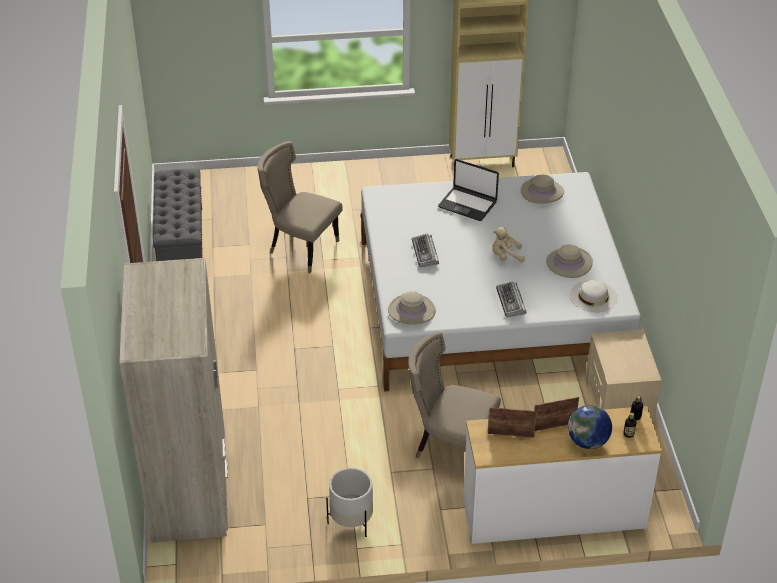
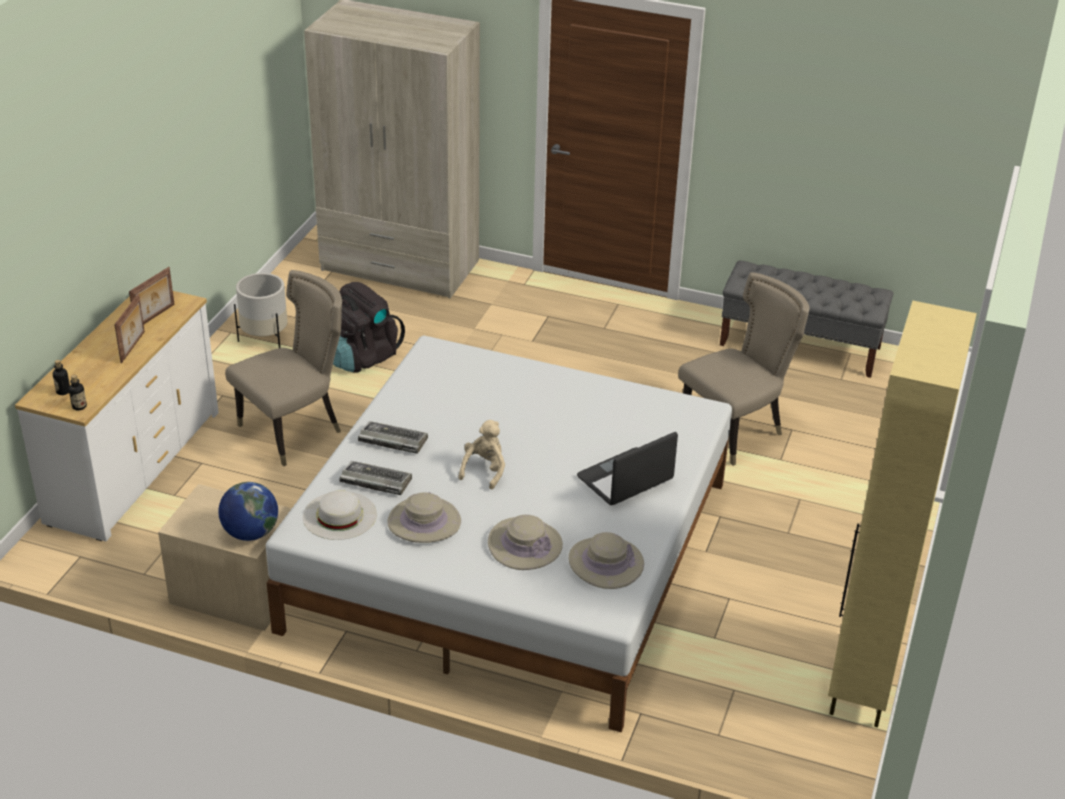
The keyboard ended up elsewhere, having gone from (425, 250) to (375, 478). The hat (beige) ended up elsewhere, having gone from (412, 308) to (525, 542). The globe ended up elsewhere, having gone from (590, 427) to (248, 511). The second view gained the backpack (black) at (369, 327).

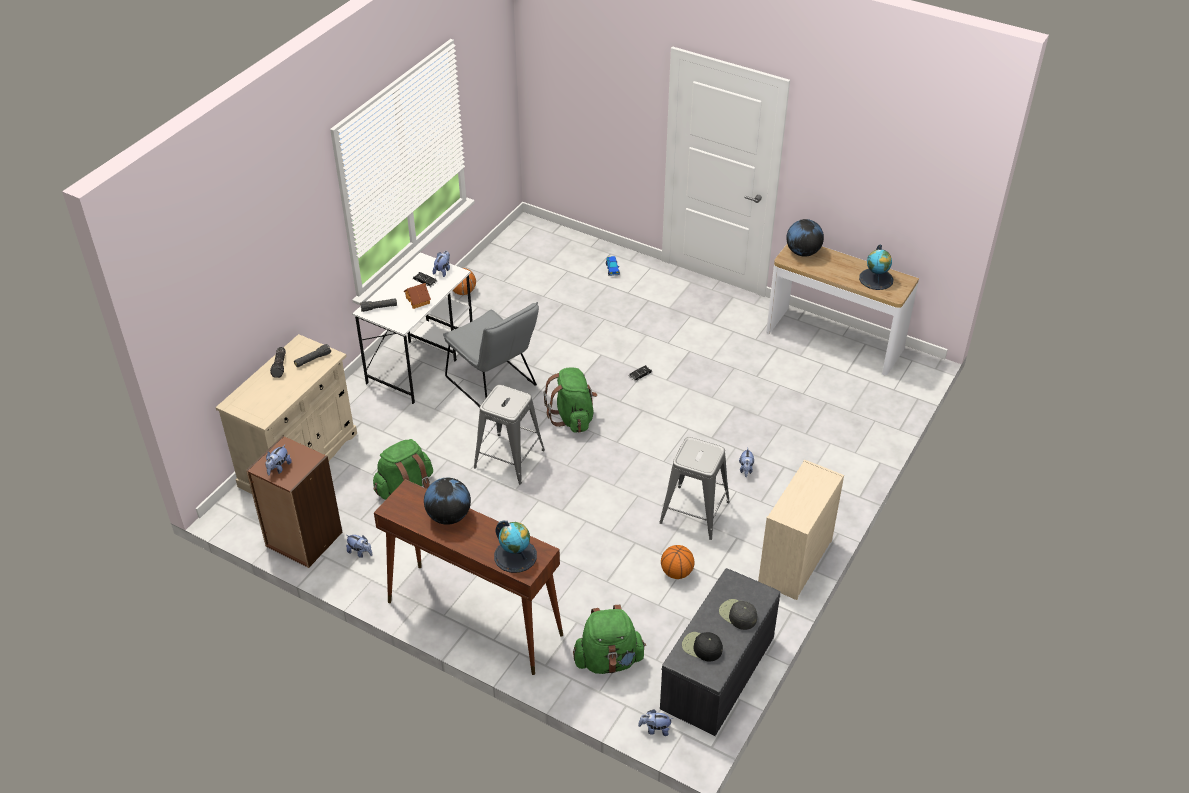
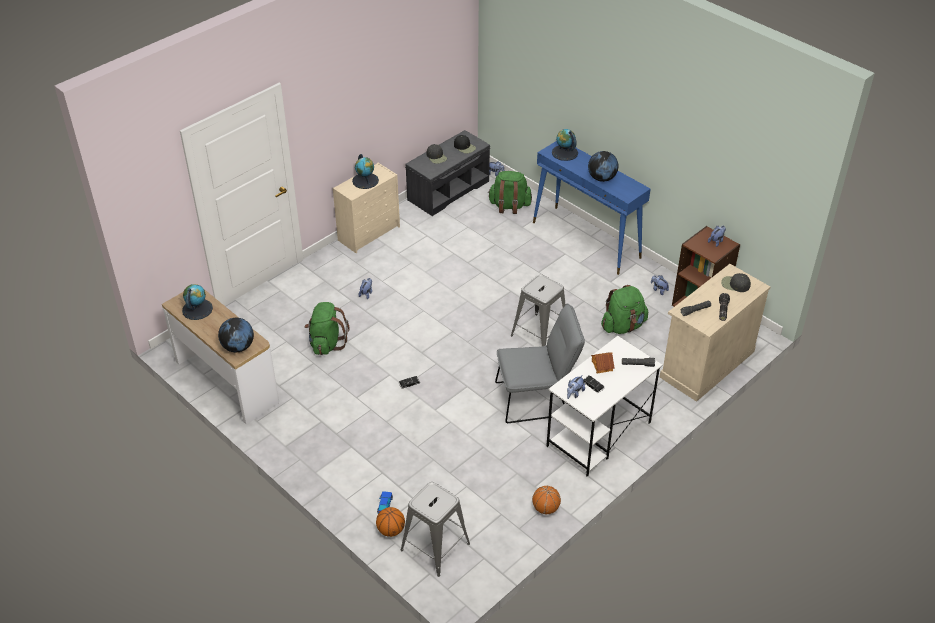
The chair (grey) at (491, 355) ended up facing another way, 105 degrees clockwise from before. The backpack (green) ended up elsewhere, having gone from (570, 400) to (327, 328). The stool (grey) ended up elsewhere, having gone from (694, 488) to (435, 529). What was the console table (brown) at (468, 577) turned into the console table (blue) at (592, 208). The basketball ended up elsewhere, having gone from (677, 562) to (390, 522). The second view gained the globe at (365, 171). The second view gained the cap (black) at (736, 282).

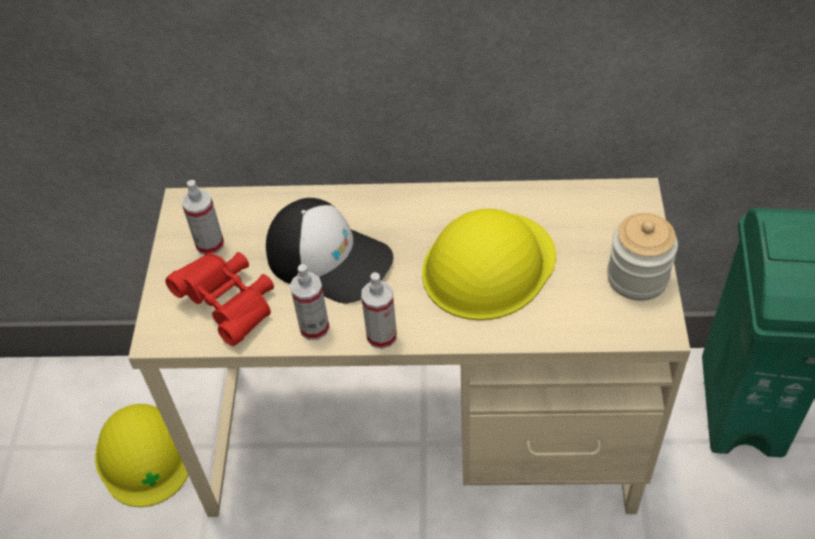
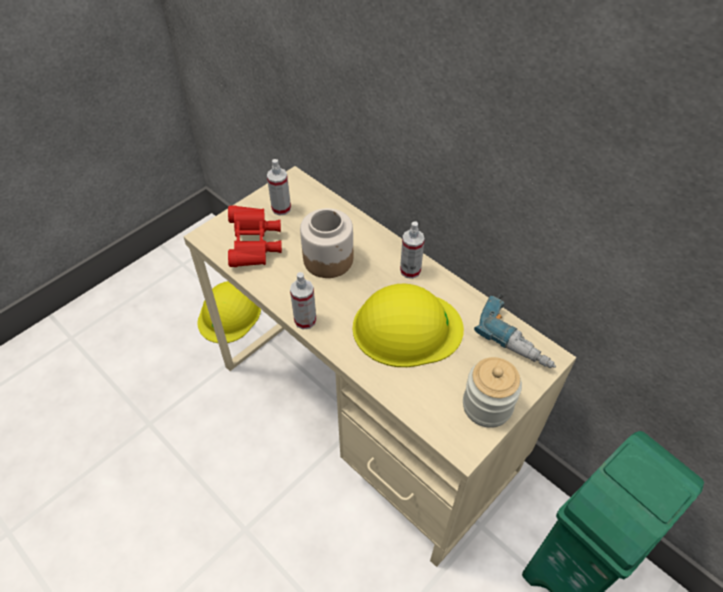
Where the cap stood at (329, 251), the jar came to stand at (326, 243). The spray bottle ended up elsewhere, having gone from (310, 302) to (412, 250). The second view gained the power drill at (515, 331).

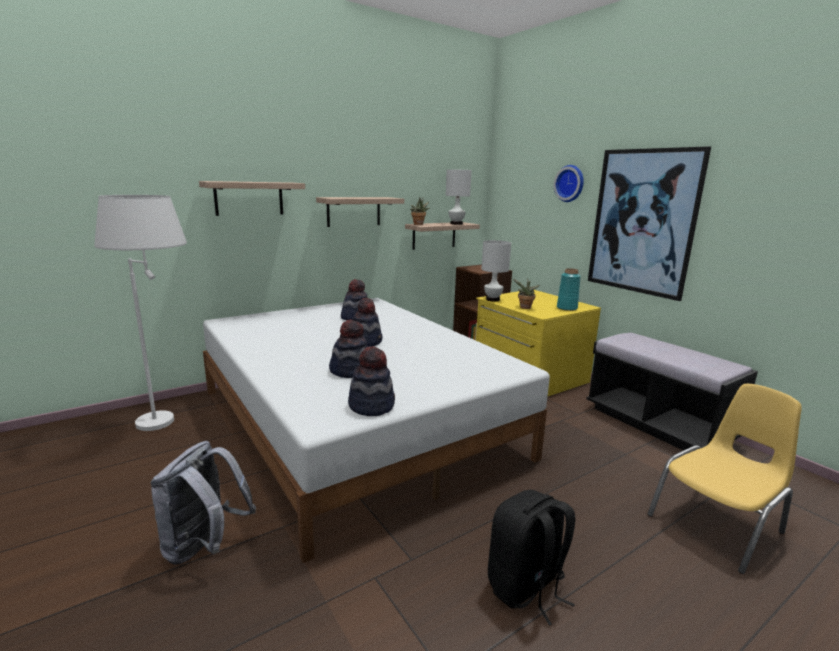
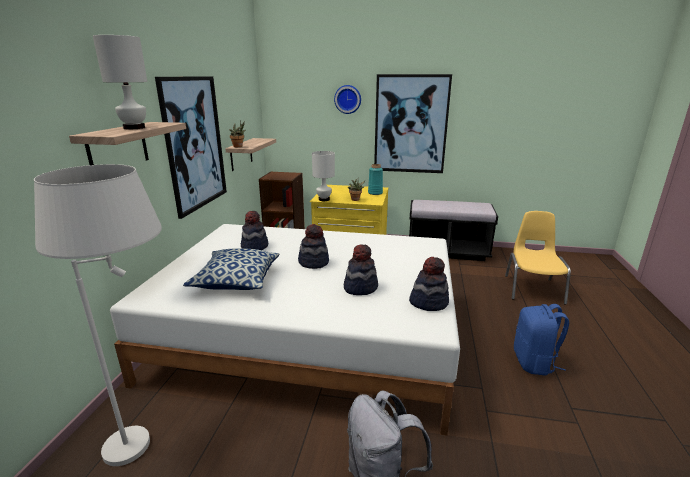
The table lamp (white) ended up elsewhere, having gone from (459, 197) to (120, 82). Where the shelf hung at (360, 212), the picture came to hang at (191, 147). What was the backpack (black) at (531, 558) turned into the backpack (blue) at (541, 340). The second view gained the pillow at (231, 269).

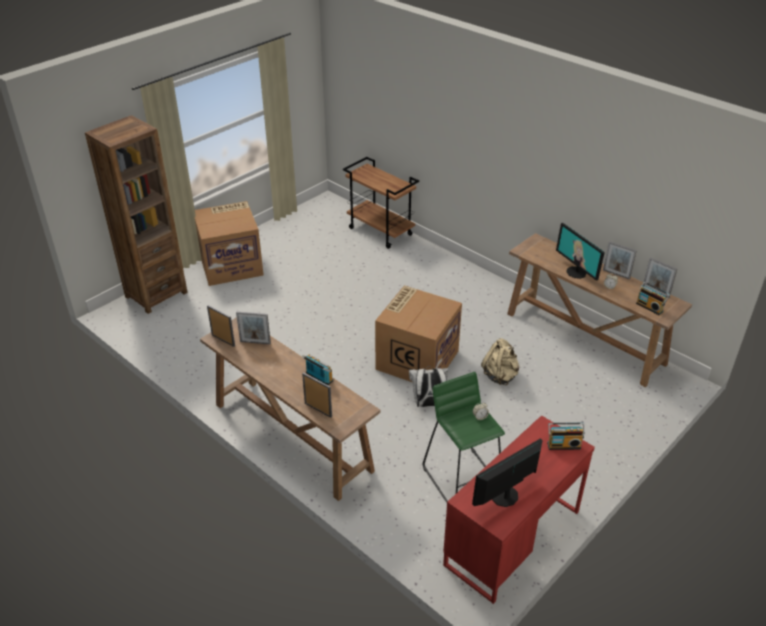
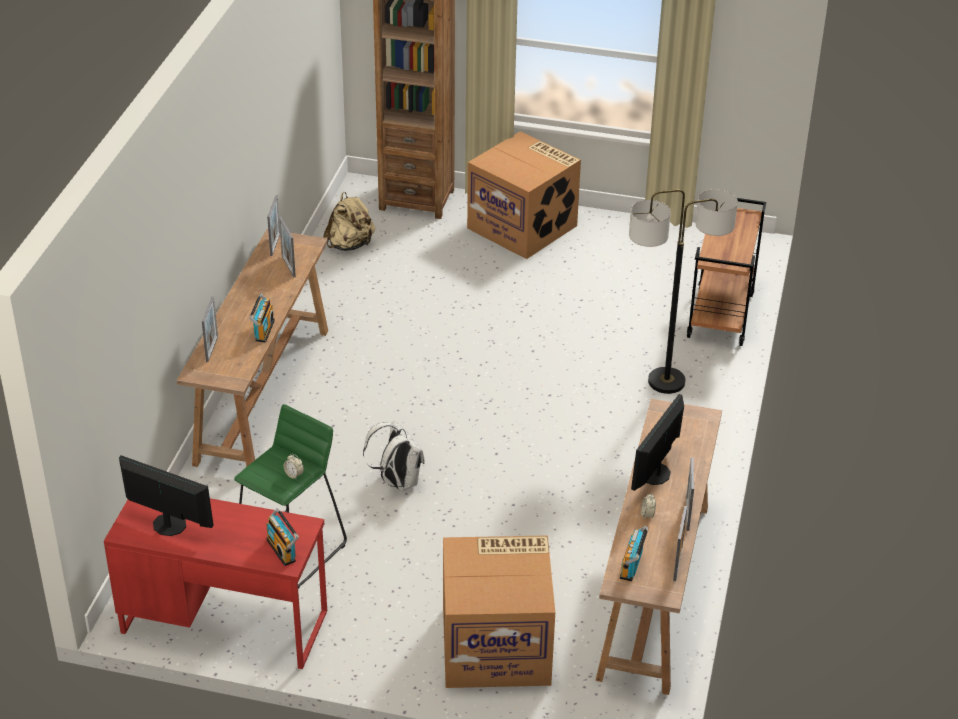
The cardboard box ended up elsewhere, having gone from (418, 334) to (499, 611). The backpack (beige) ended up elsewhere, having gone from (500, 361) to (349, 221). The second view gained the floor lamp at (683, 291).

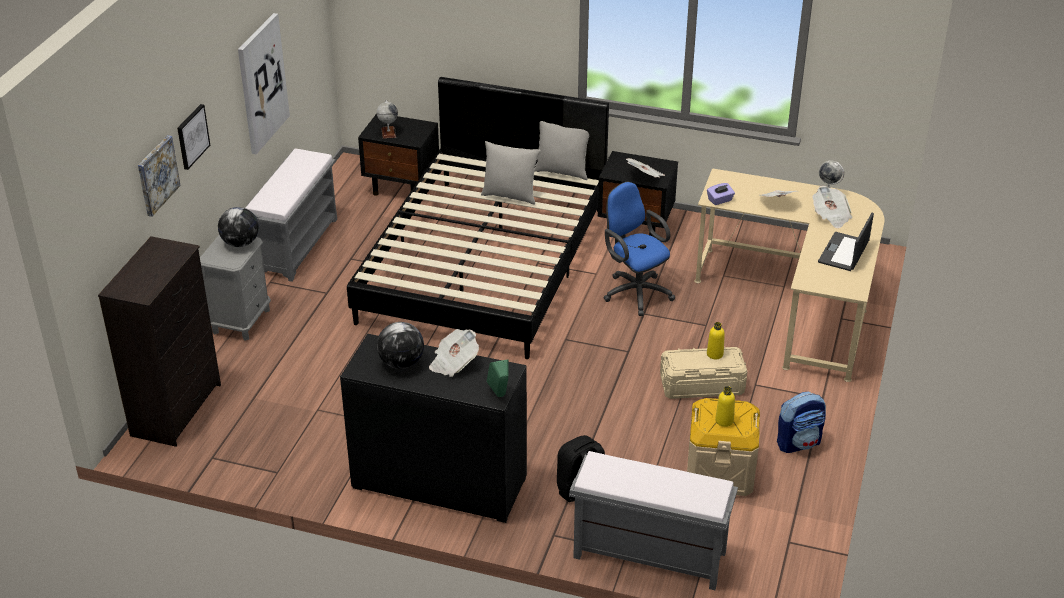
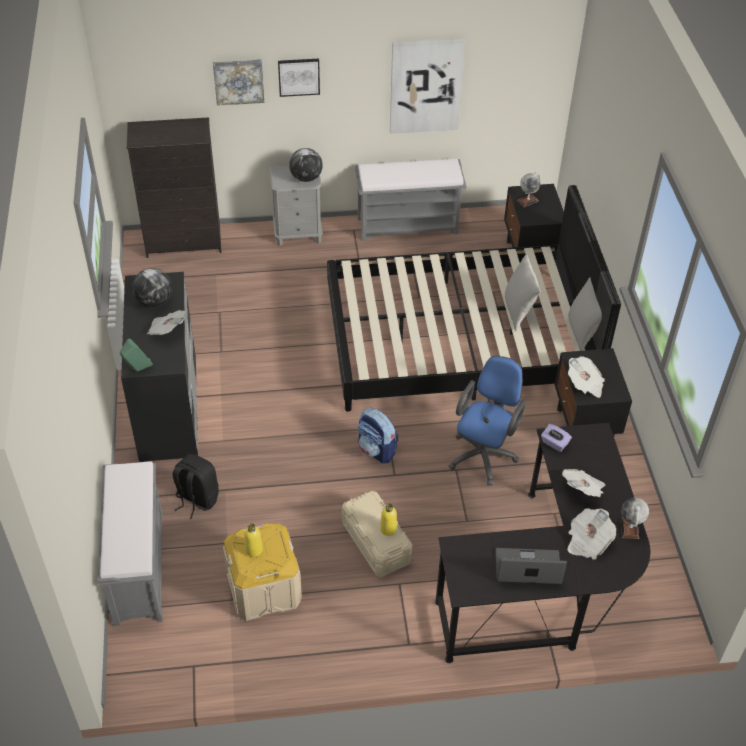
What was the desk (beige) at (789, 275) turned into the desk (black) at (542, 543). The backpack ended up elsewhere, having gone from (801, 422) to (378, 436).

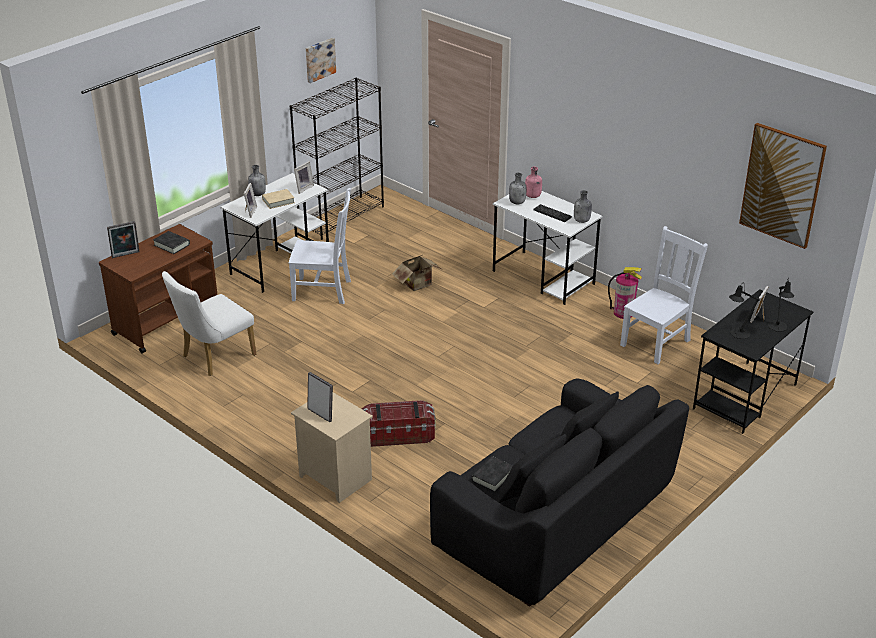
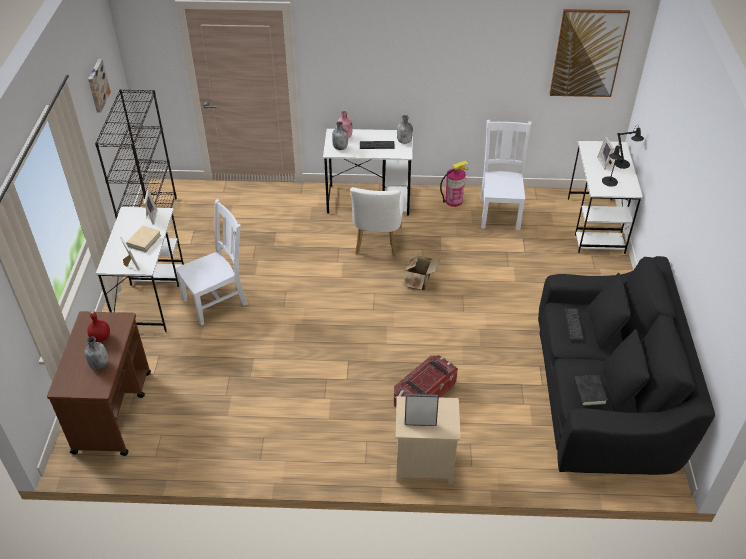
The bottle (grey) ended up elsewhere, having gone from (257, 180) to (96, 353). The second view lost the picture frame at (123, 239). Where the book (black) stood at (171, 242), the bottle (red) came to stand at (98, 326). The cardboard box ended up elsewhere, having gone from (416, 273) to (421, 272). The chair (white) ended up elsewhere, having gone from (209, 323) to (377, 222). What was the desk (black) at (753, 361) turned into the desk (white) at (605, 197). The second view gained the keyboard at (574, 325).

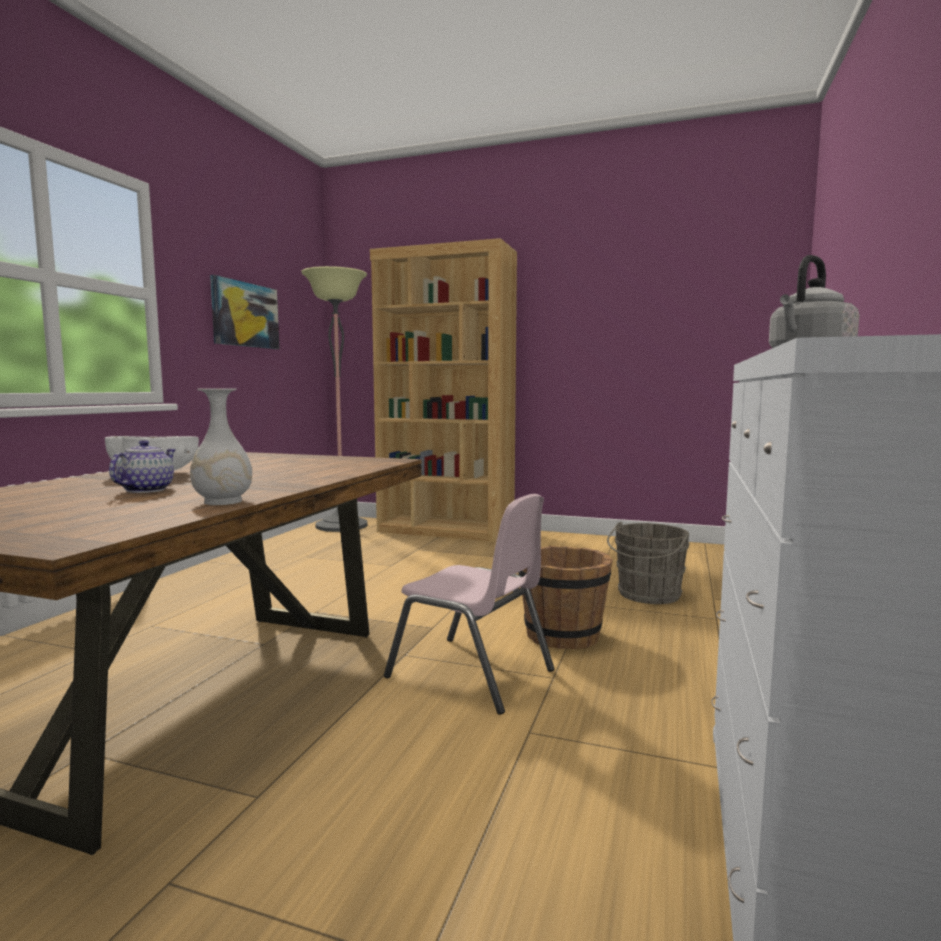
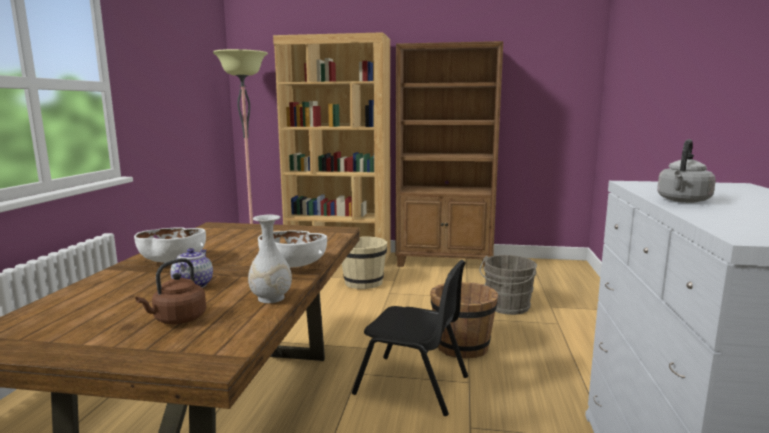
The second view lost the picture at (245, 312). What was the chair (pink) at (469, 604) turned into the chair (black) at (410, 338). The second view gained the bookcase (brown) at (449, 154). The second view gained the bowl (white) at (292, 249). The second view gained the bucket (beige) at (364, 263). The second view gained the kettle (brown) at (170, 291).

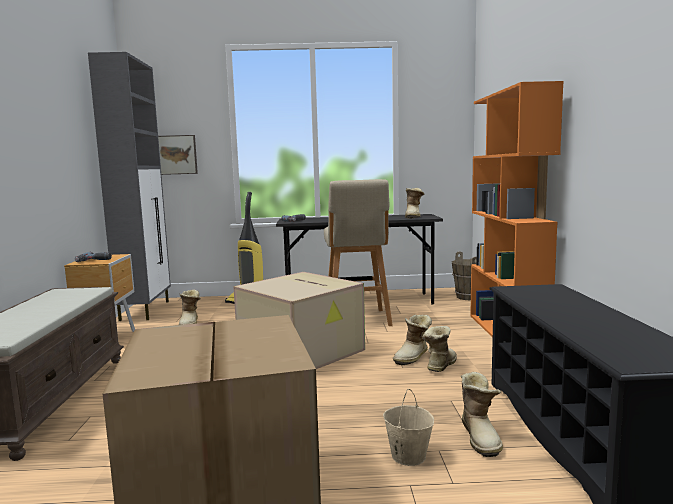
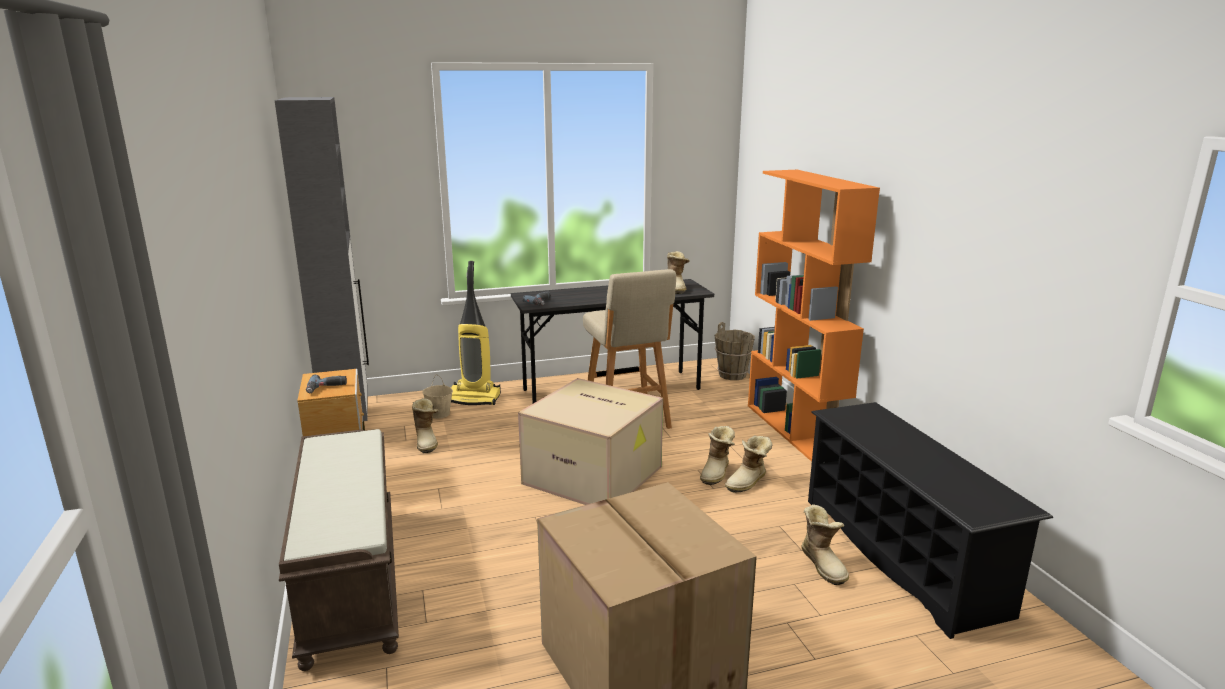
The second view lost the picture at (178, 155). The boot at (439, 349) ended up facing another way, 150 degrees counterclockwise from before. The bucket (beige) ended up elsewhere, having gone from (408, 427) to (437, 396).

